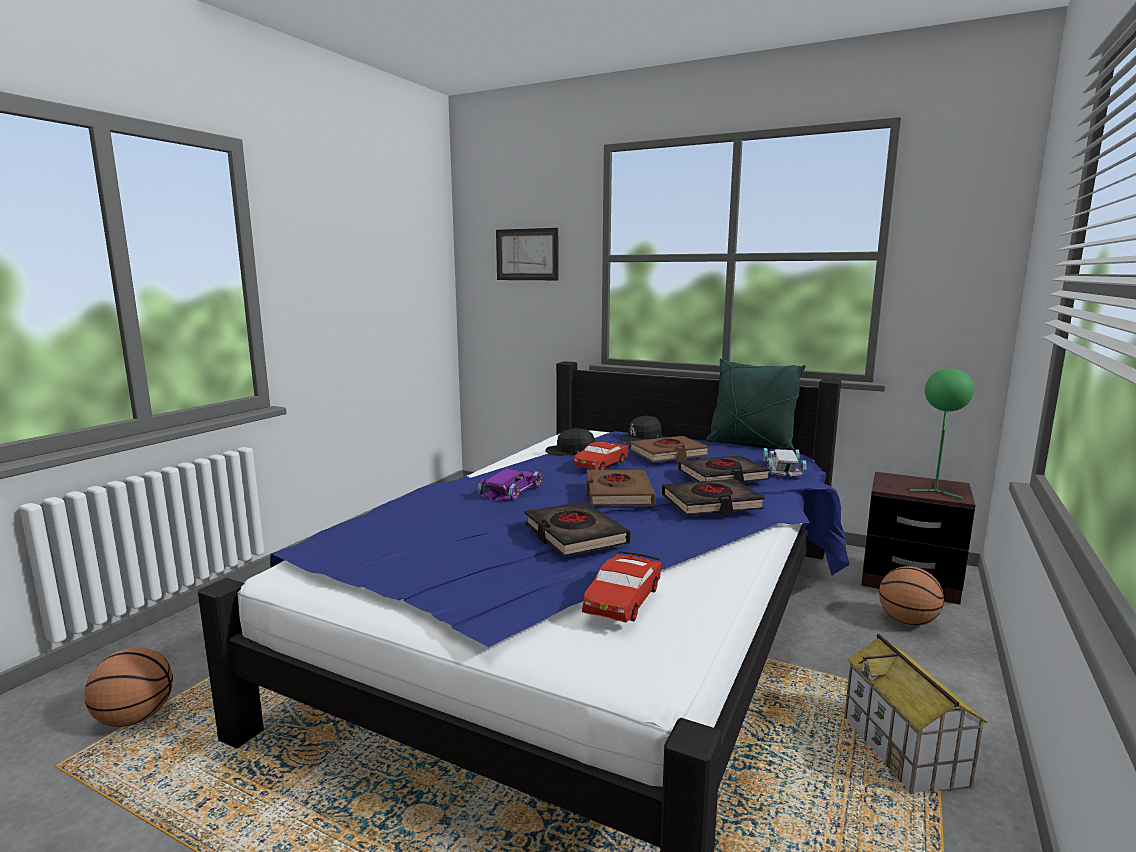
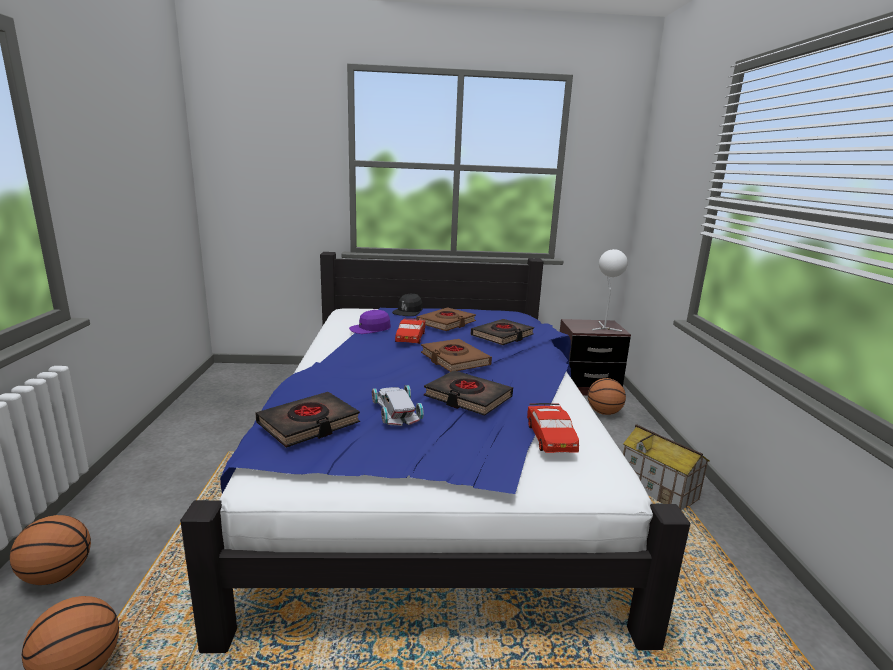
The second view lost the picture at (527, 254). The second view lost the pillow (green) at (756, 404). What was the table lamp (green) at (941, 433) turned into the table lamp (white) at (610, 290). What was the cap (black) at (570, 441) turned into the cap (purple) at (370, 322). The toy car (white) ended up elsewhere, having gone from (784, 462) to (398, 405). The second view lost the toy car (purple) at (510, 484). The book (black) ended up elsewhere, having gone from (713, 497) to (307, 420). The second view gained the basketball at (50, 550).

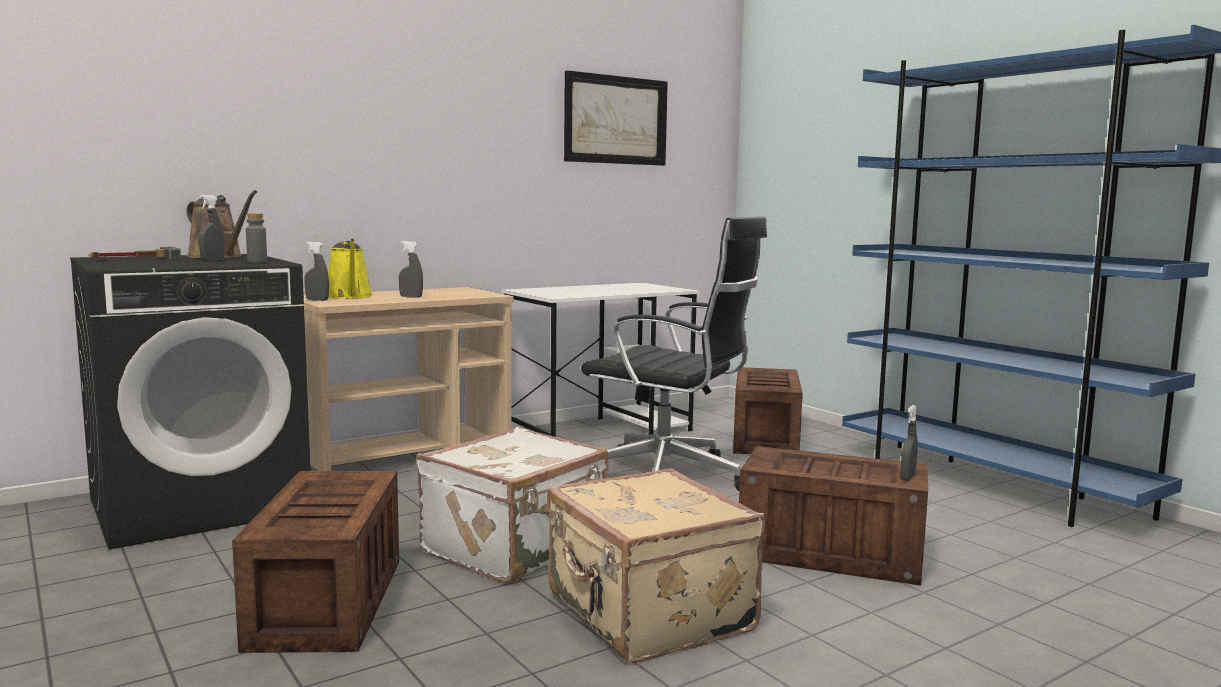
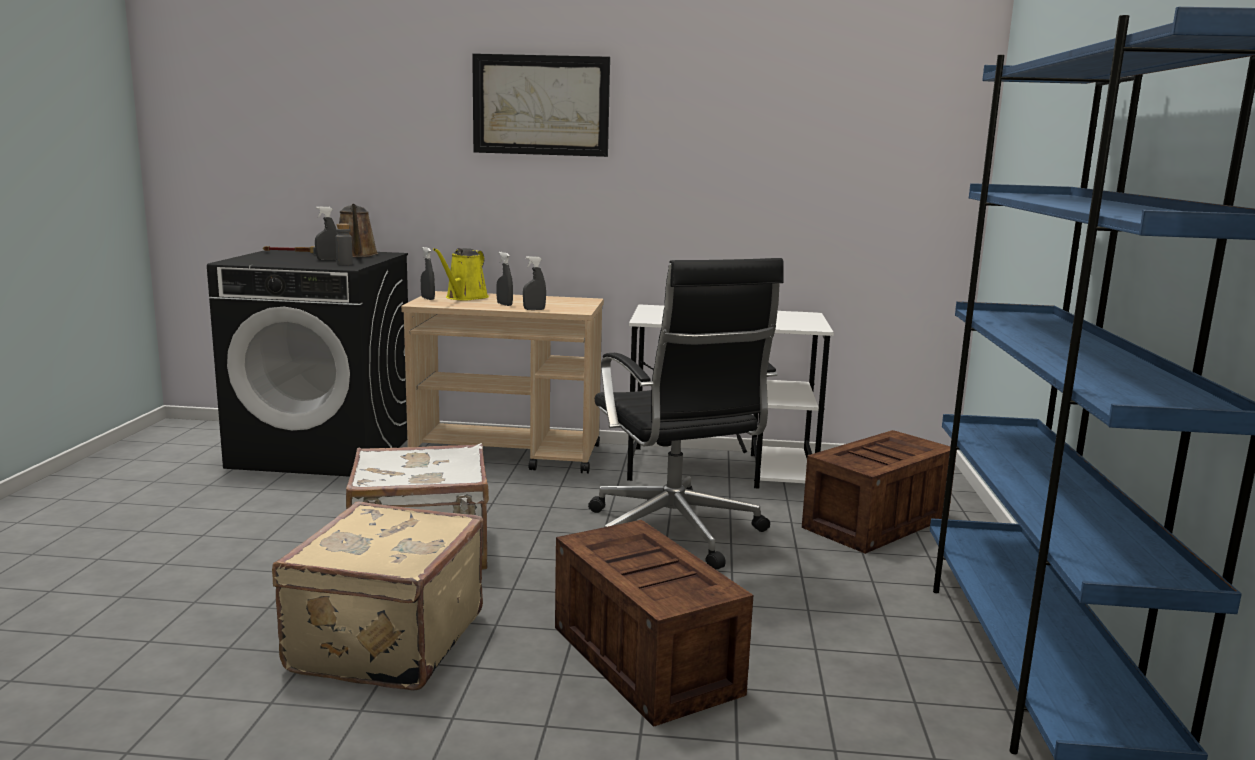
The picture ended up elsewhere, having gone from (616, 118) to (541, 105). The spray bottle (grey) ended up elsewhere, having gone from (908, 443) to (534, 283). The second view lost the crate at (315, 562).

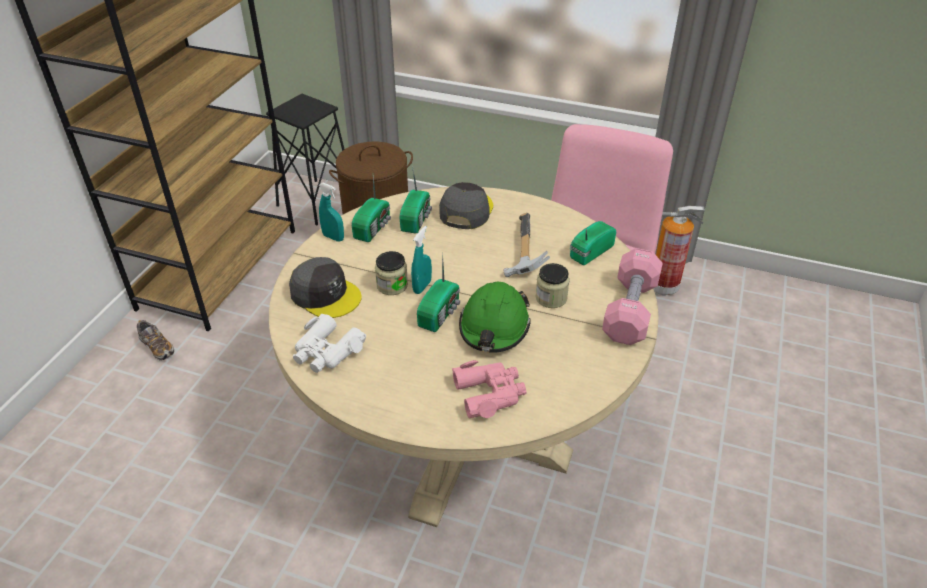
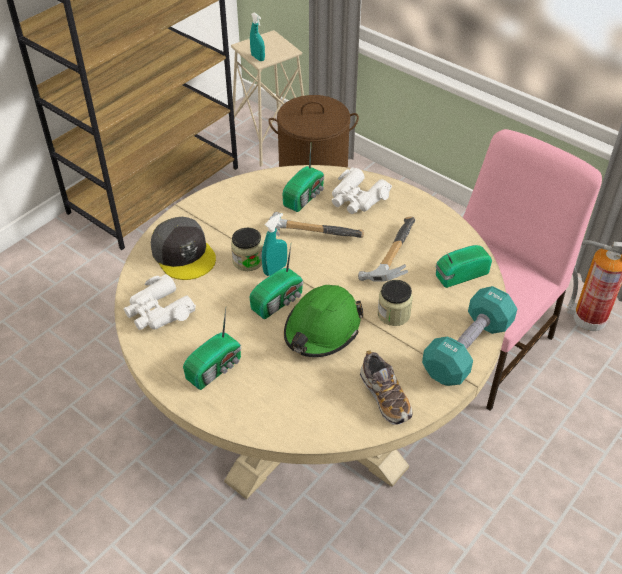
What was the stool (black) at (305, 159) turned into the stool (beige) at (267, 98). The radio ended up elsewhere, having gone from (371, 209) to (212, 349). Where the cap (grey) stood at (466, 205), the binoculars (white) came to stand at (362, 190). The spray bottle (turquoise) ended up elsewhere, having gone from (331, 212) to (257, 36). What was the dumbbell (pink) at (632, 296) turned into the dumbbell (turquoise) at (469, 336). The shoe ended up elsewhere, having gone from (155, 340) to (386, 387). The second view lost the binoculars (pink) at (489, 389). The second view gained the hammer at (316, 225).

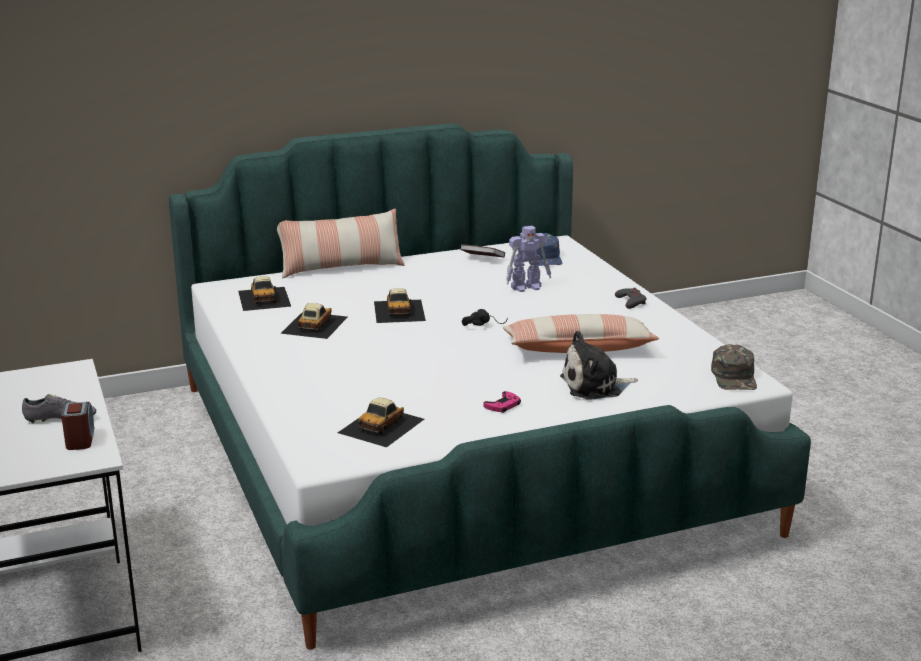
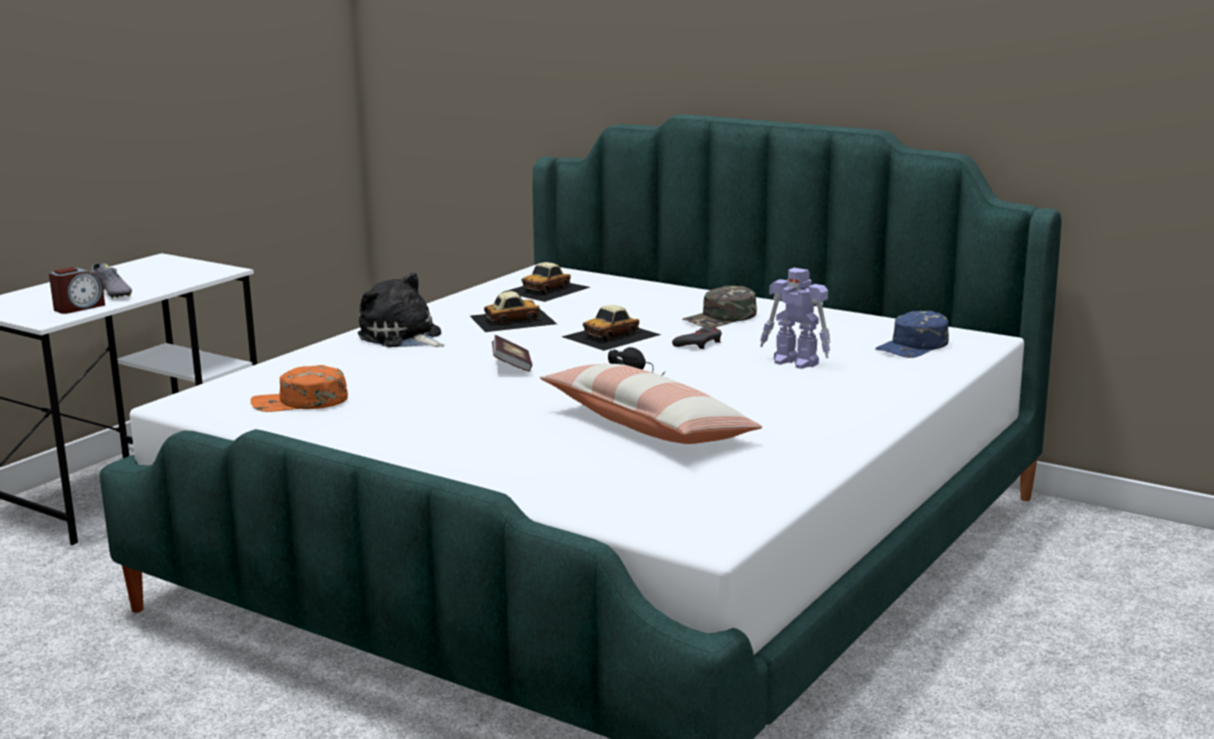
The second view lost the pillow at (341, 243). The book ended up elsewhere, having gone from (483, 250) to (512, 353). The game controller (grey) ended up elsewhere, having gone from (630, 298) to (697, 338). The plush toy ended up elsewhere, having gone from (599, 365) to (401, 309). The cap (green) ended up elsewhere, having gone from (734, 367) to (719, 307). The second view lost the game controller (pink) at (502, 402). Where the toy car stood at (381, 422), the cap (orange) came to stand at (299, 388).

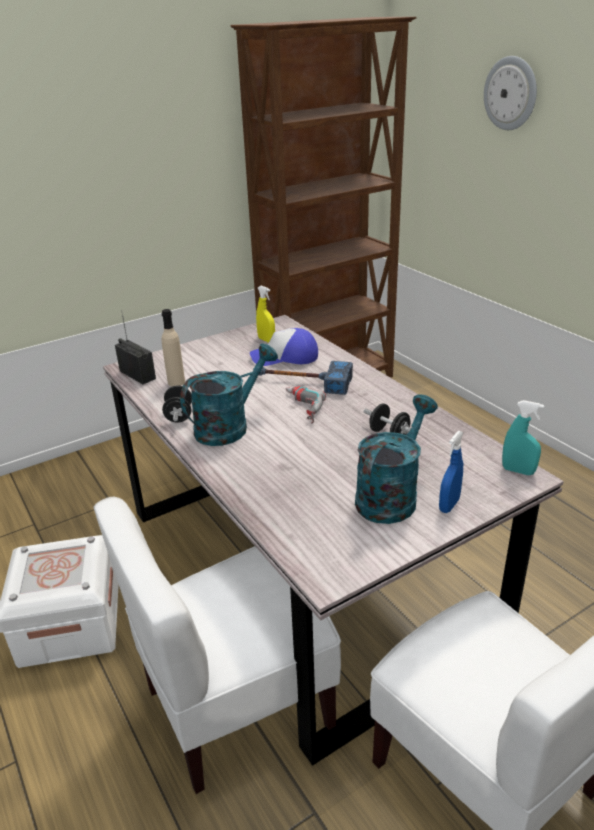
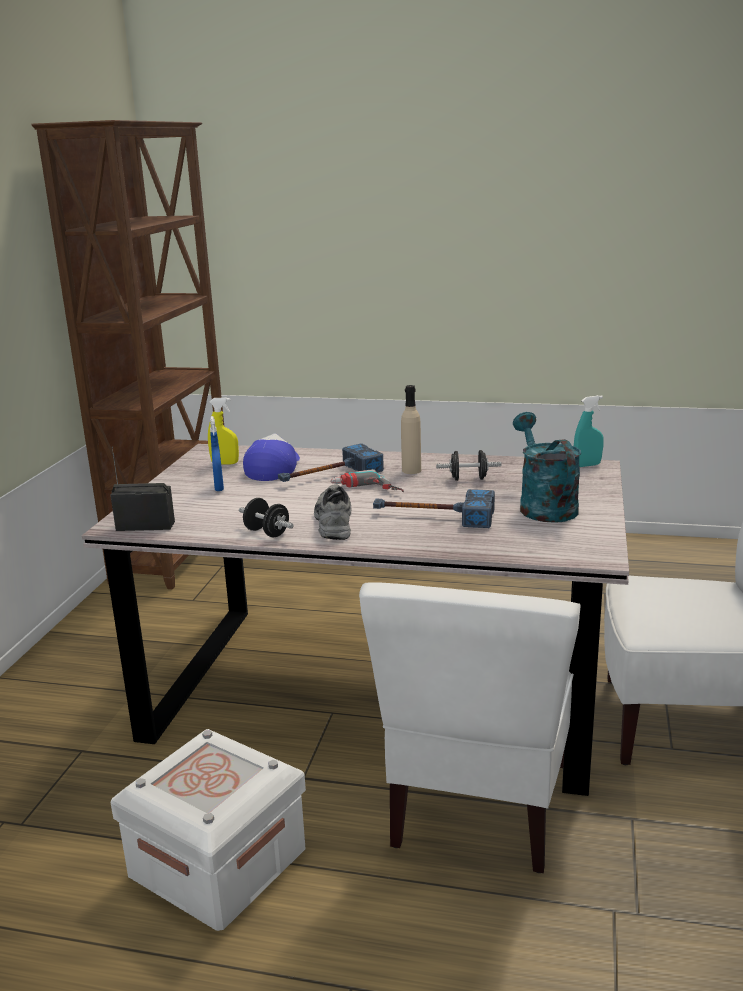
The second view lost the wall clock at (510, 93). The bottle (beige) ended up elsewhere, having gone from (173, 347) to (411, 429). The cap at (284, 347) ended up facing another way, 150 degrees clockwise from before. Where the watering can (turquoise) stood at (229, 395), the shoe (grey) came to stand at (333, 512). The spray bottle (blue) ended up elsewhere, having gone from (451, 472) to (217, 453). The second view gained the hammer at (434, 508).

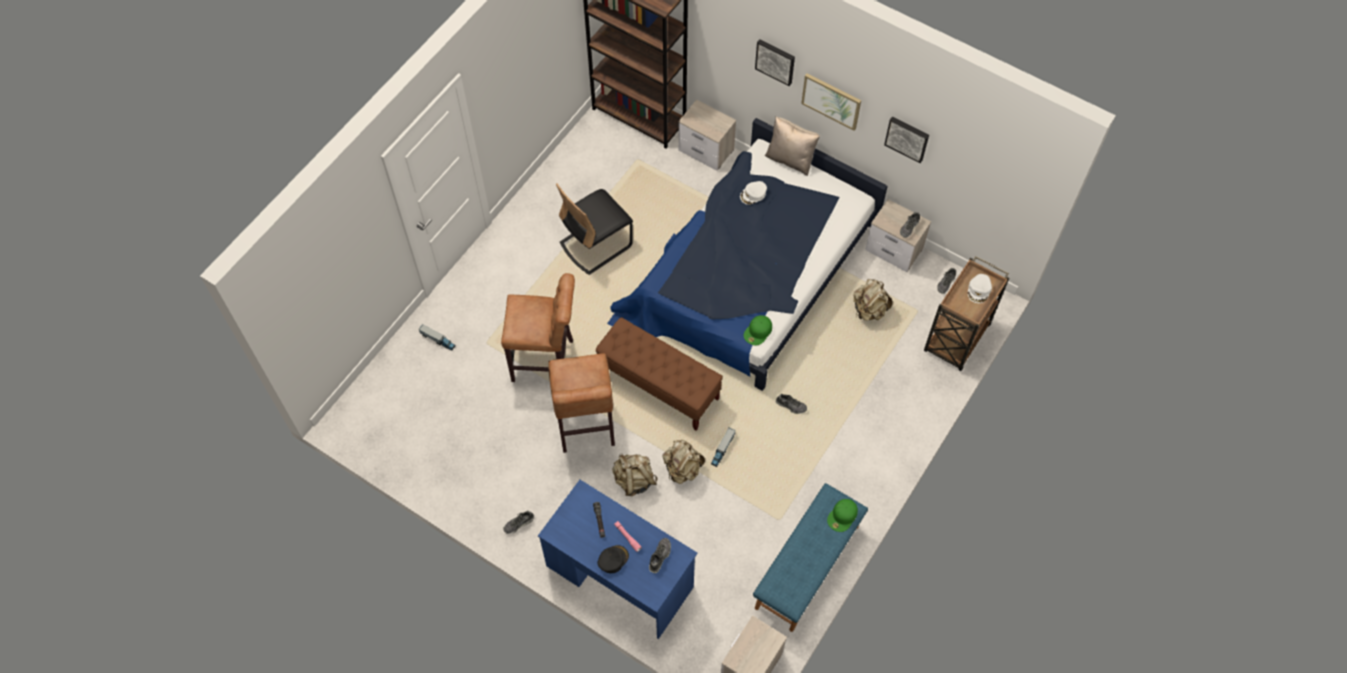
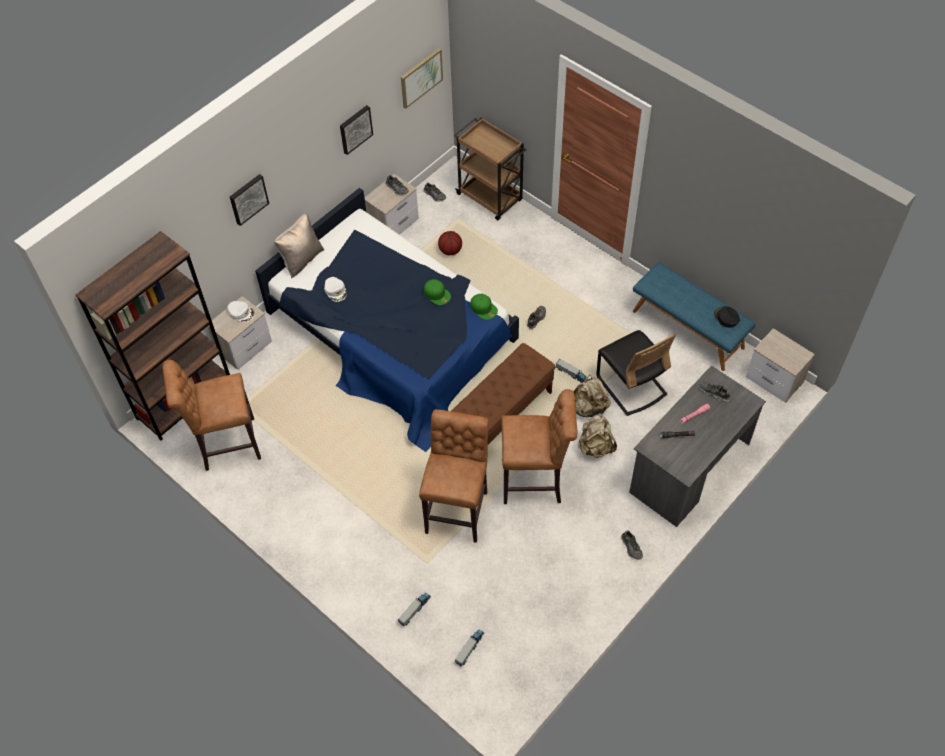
The picture ended up elsewhere, having gone from (831, 102) to (422, 78). The chair (black) ended up elsewhere, having gone from (594, 229) to (636, 373). The cap (white) ended up elsewhere, having gone from (980, 288) to (241, 311). Where the backpack (beige) stood at (873, 300), the basketball came to stand at (450, 243). What was the desk (blue) at (617, 559) turned into the desk (grey) at (697, 446). The cap (green) ended up elsewhere, having gone from (842, 515) to (437, 292). The cap (black) ended up elsewhere, having gone from (613, 559) to (727, 317). The second view gained the stool (brown) at (212, 415). The second view gained the toy truck at (469, 647).

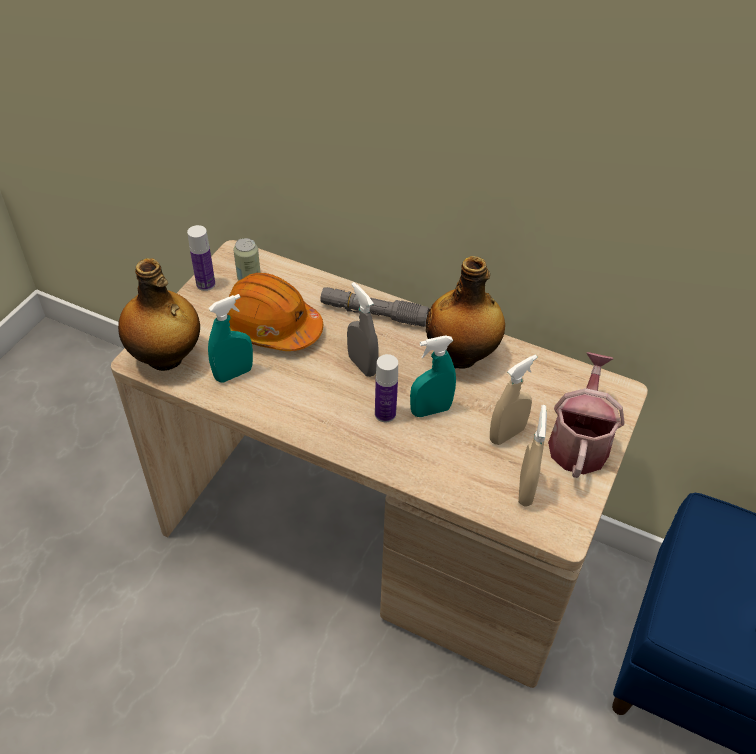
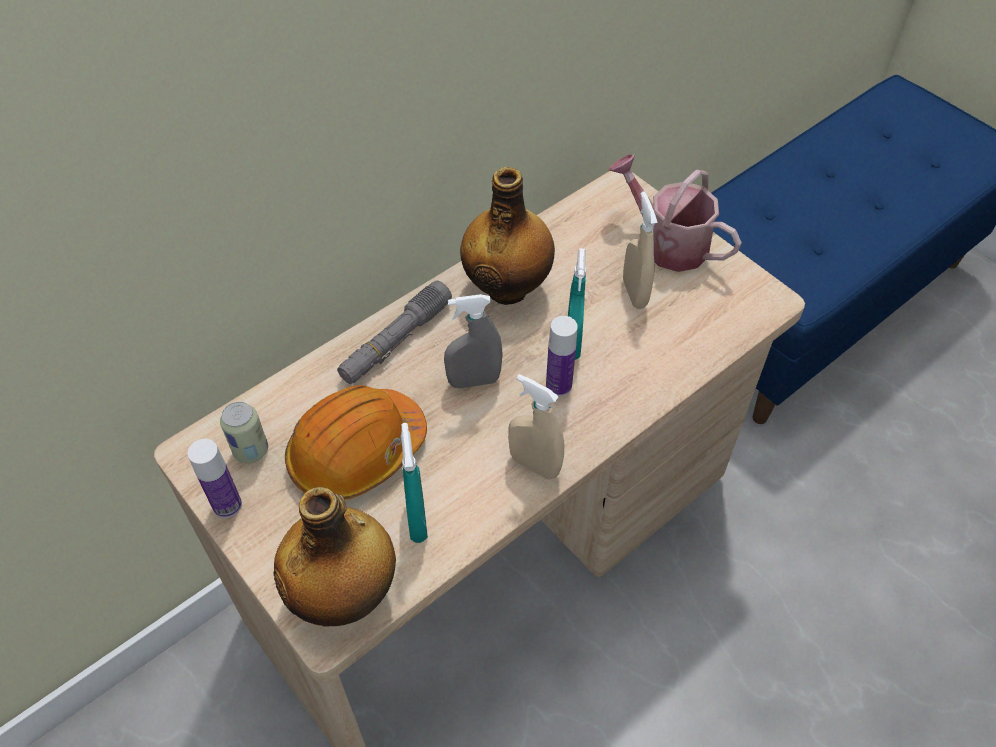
The spray bottle (beige) ended up elsewhere, having gone from (532, 456) to (536, 427).

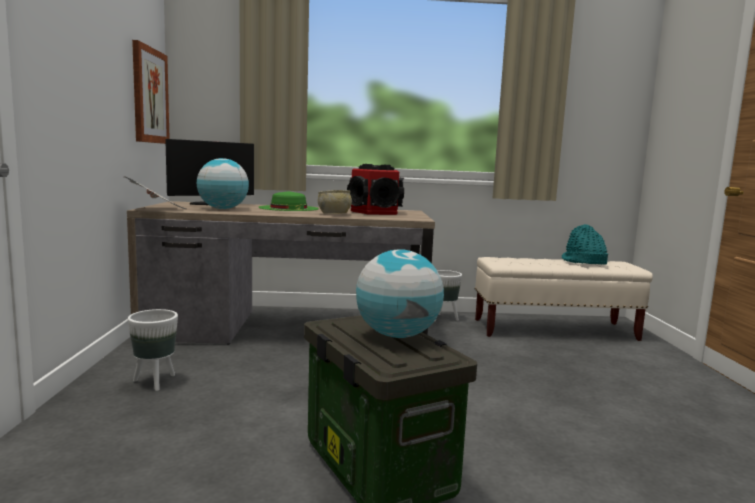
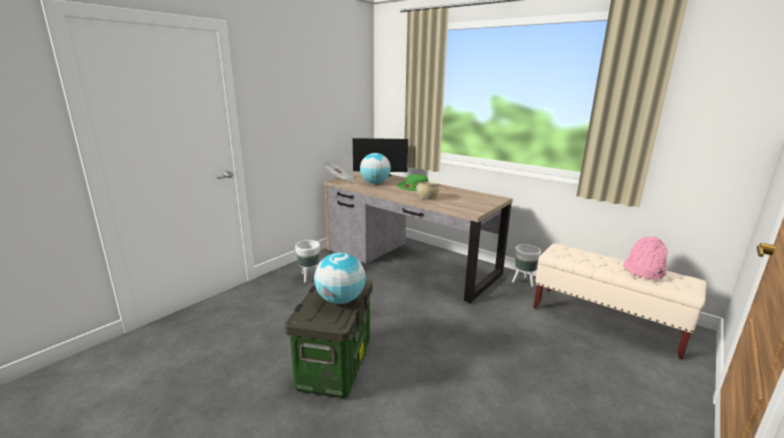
The second view lost the picture at (151, 92). The second view lost the speaker at (375, 189). What was the hat (turquoise) at (585, 244) turned into the hat (pink) at (645, 258).

